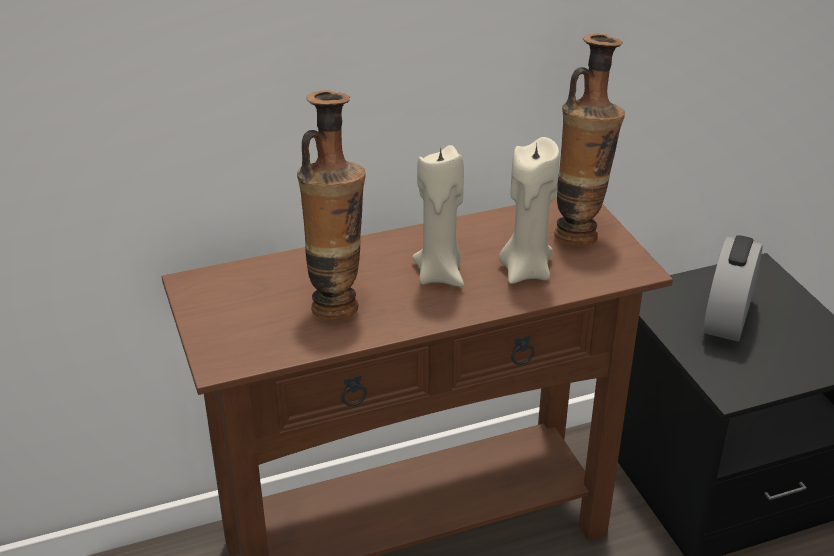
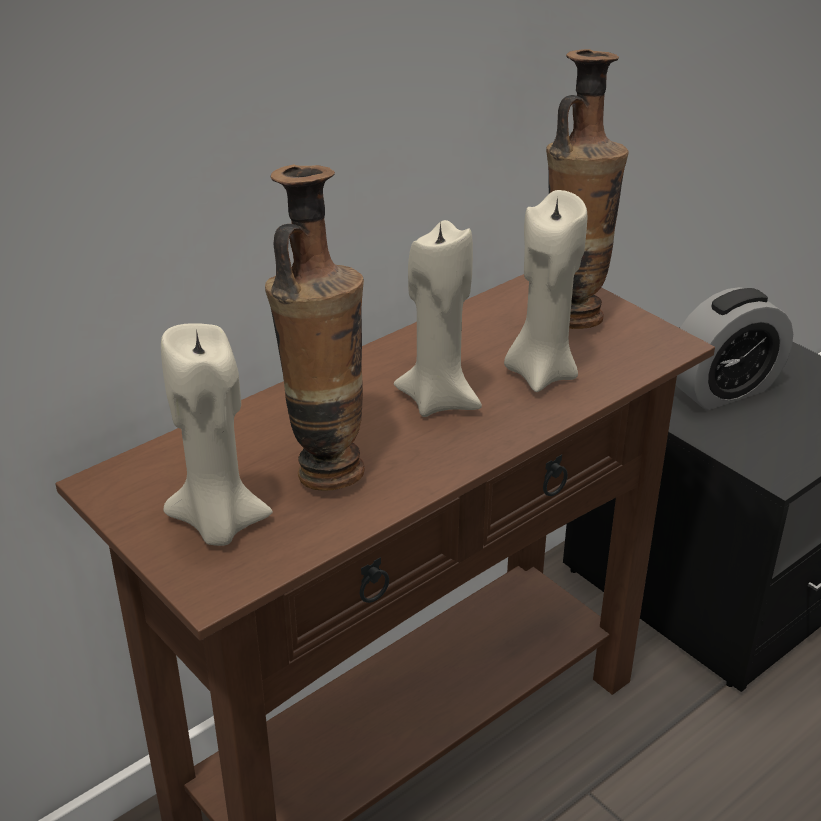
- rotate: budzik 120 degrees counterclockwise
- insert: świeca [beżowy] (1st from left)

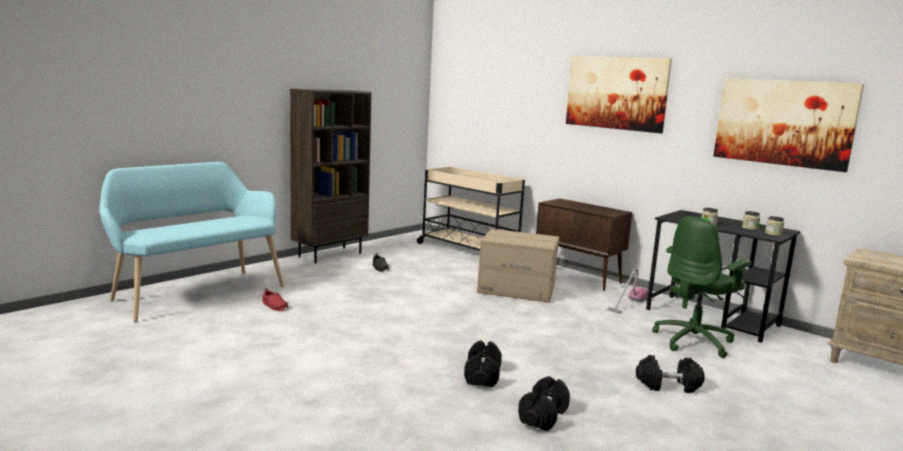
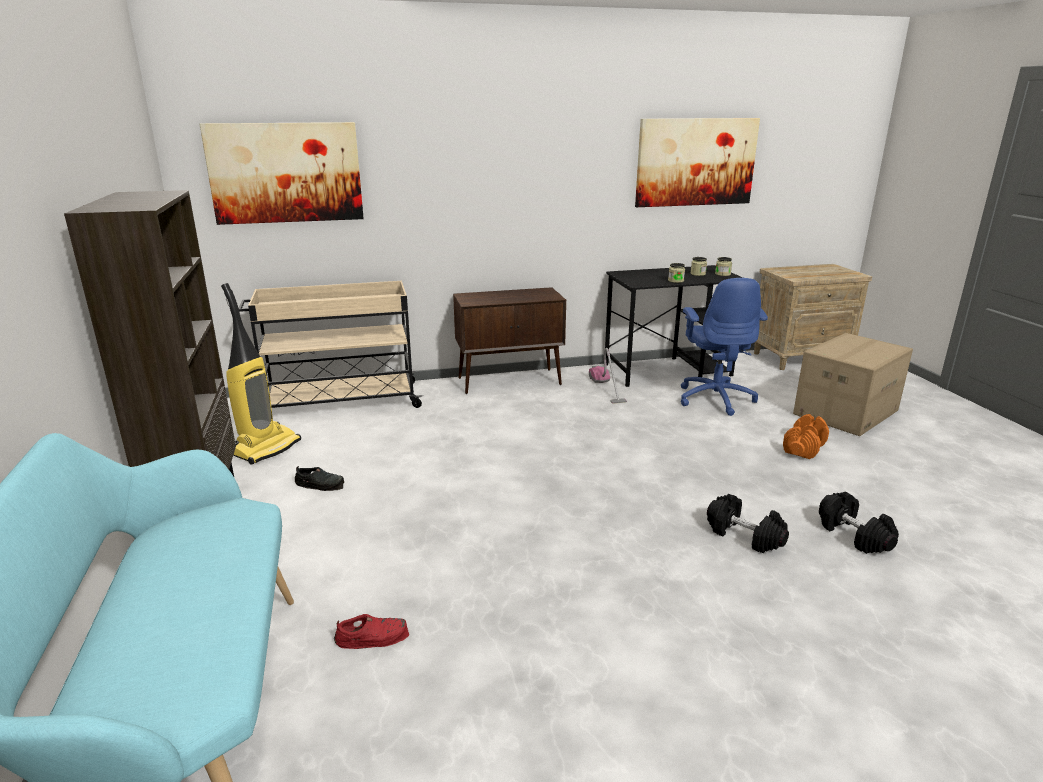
- move: obraz (1st from left)
- recolor: krzesło biurowe [zielony] to krzesło biurowe [niebieski]
- move: karton
- recolor: hantel [czarny] (3rd from left) to hantel [pomarańczowy]
- insert: odkurzacz (1st from left)

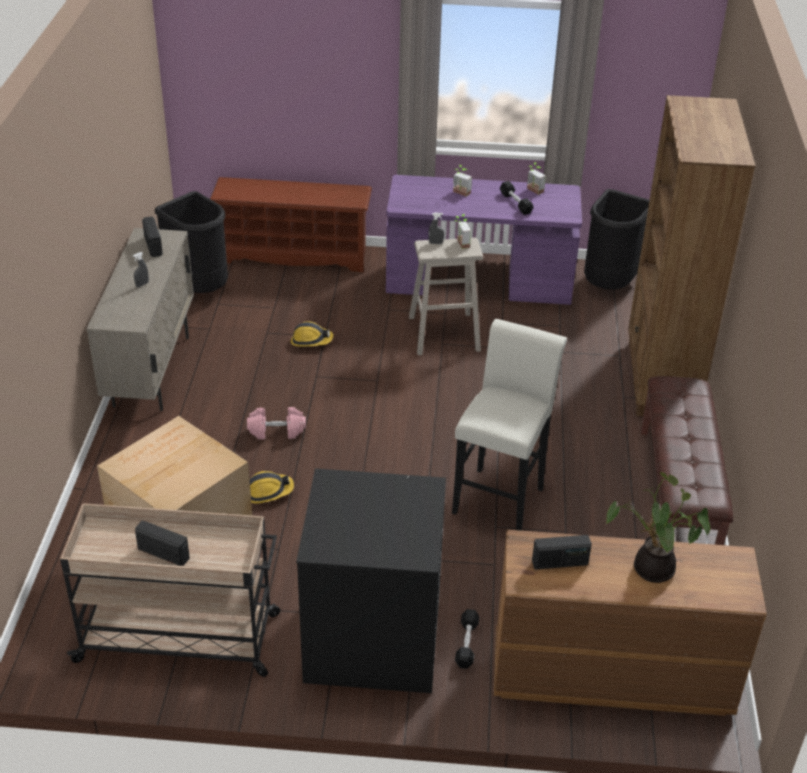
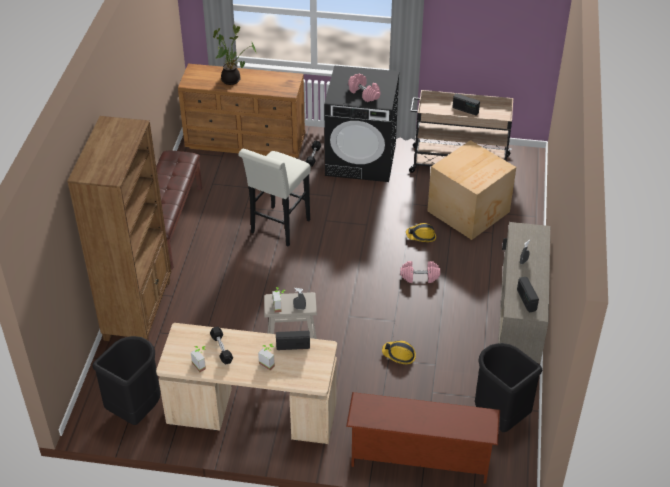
- recolor: biurko [fioletowy] to biurko [beżowy]
- move: radio (3rd from left in the first image) to radio (1st from left)
- insert: hantel [różowy] (1st from left)

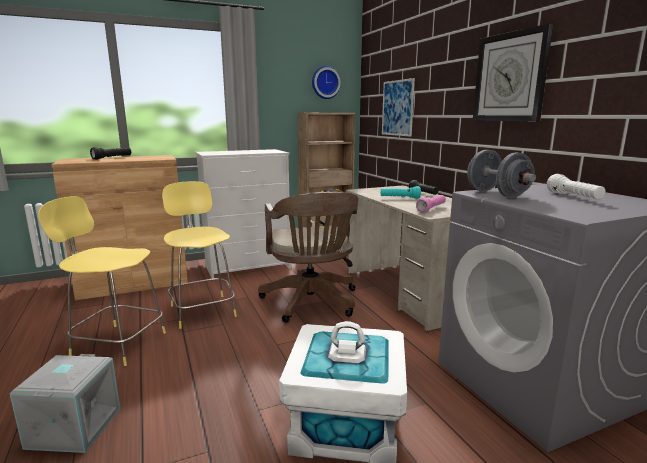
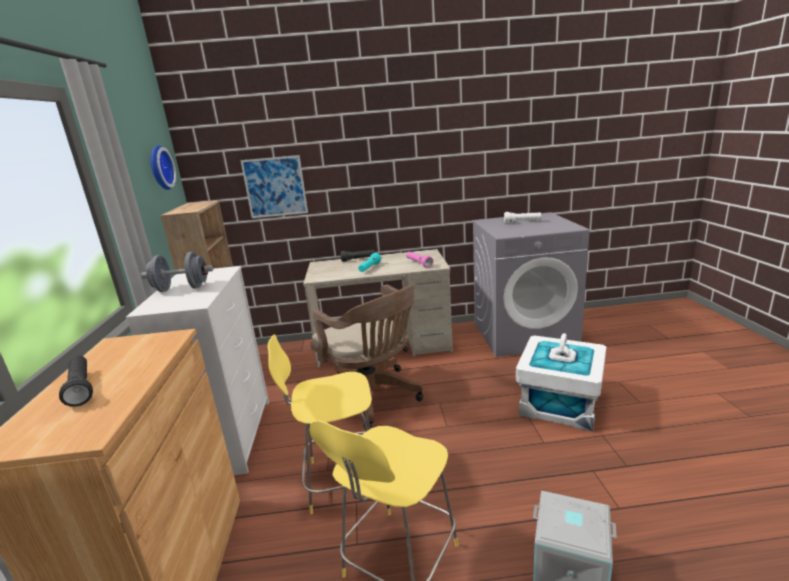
- delete: zegar ścienny (2nd from left)
- move: hantel [szary]
- rotate: krzesło biurowe [brązowy] 45 degrees clockwise

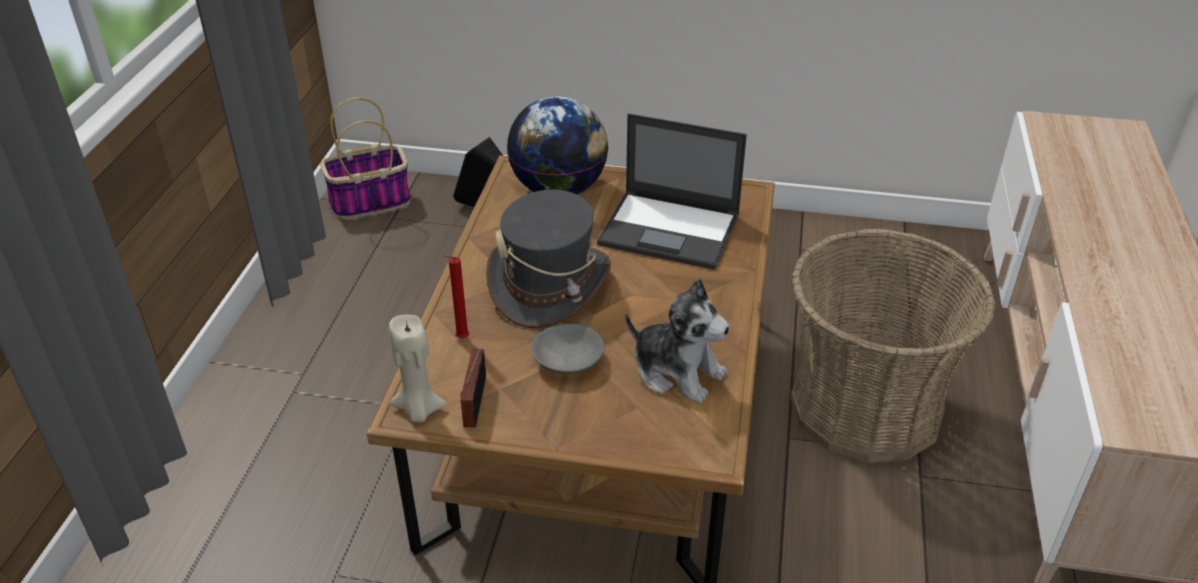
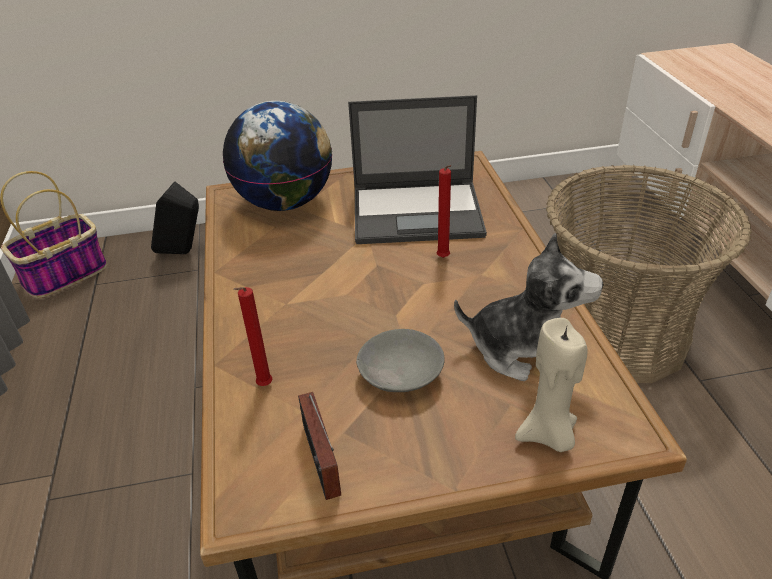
- delete: kapelusz [szary]
- move: świeca [beżowy]
- insert: świeca [czerwony] (2nd from left)

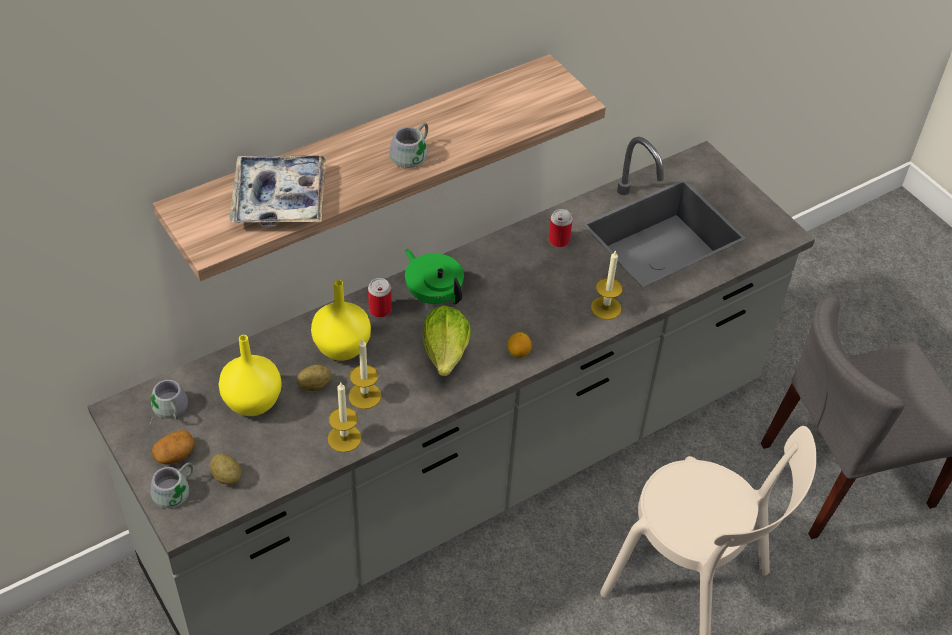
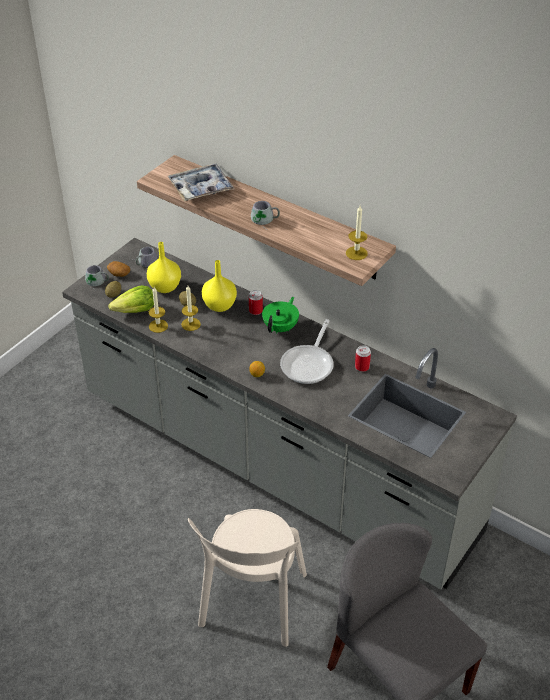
- move: świeca (3rd from left)
- move: sałata
- insert: patelnia

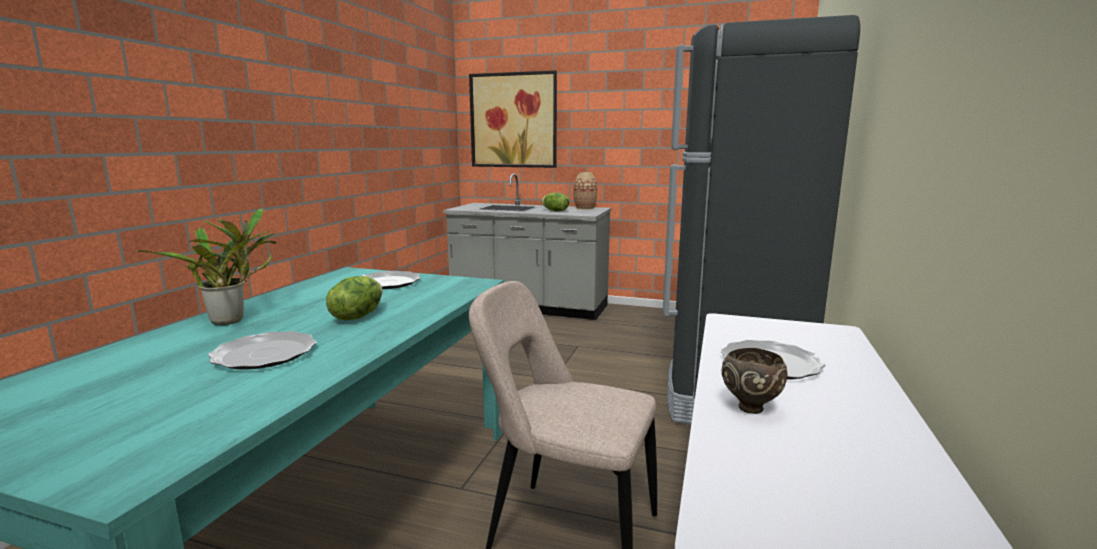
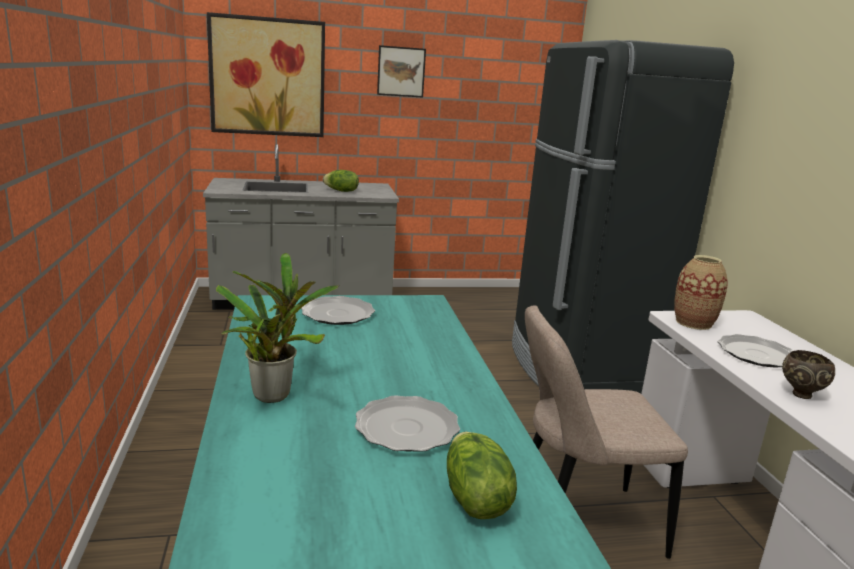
- move: wazon
- move: sałata (1st from left in the first image) to sałata (2nd from left)
- insert: obraz (2nd from left)

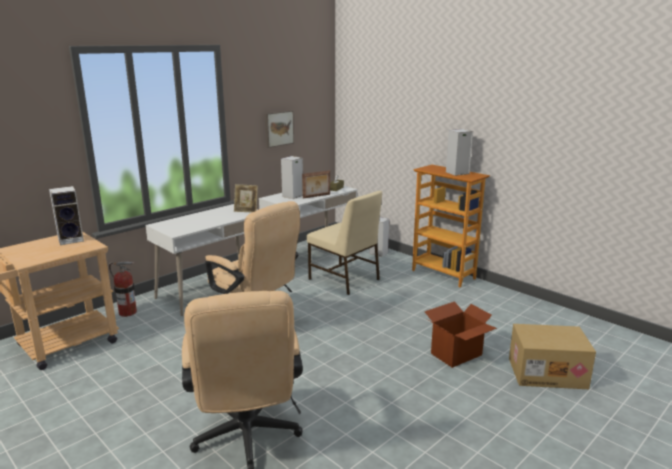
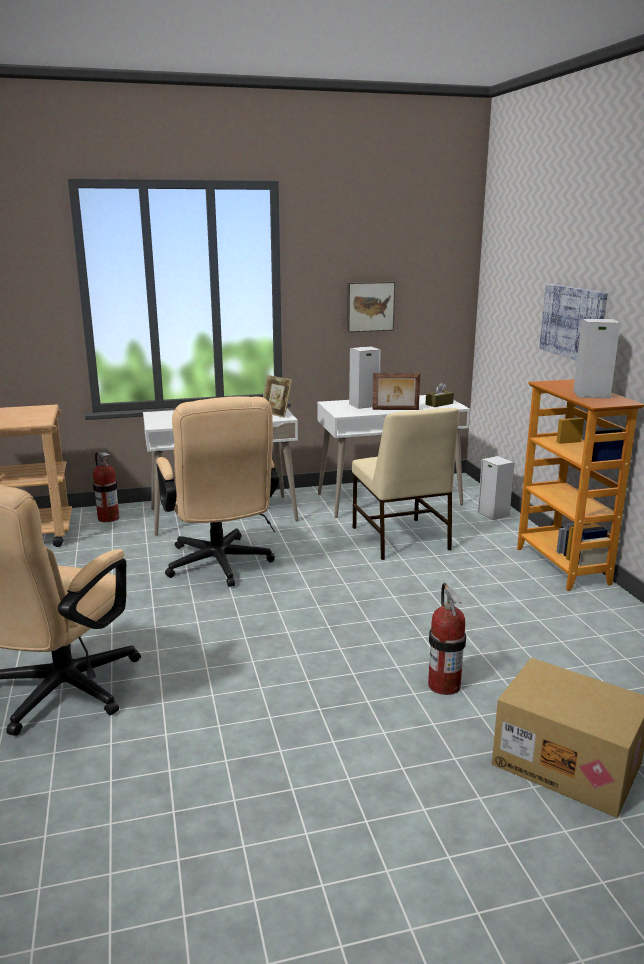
- delete: głośnik (1st from left)
- replace: karton (1st from left) to gaśnica (2nd from left)
- insert: obraz (2nd from left)

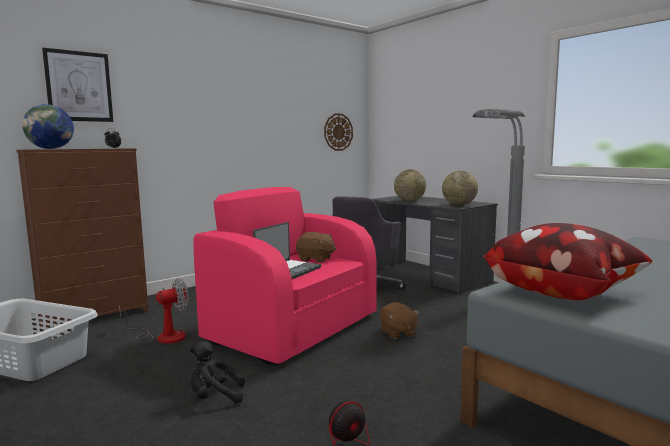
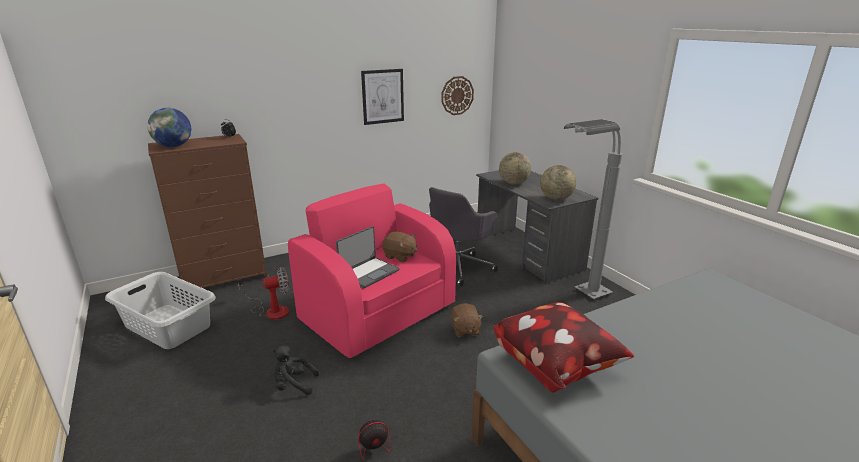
- move: obraz

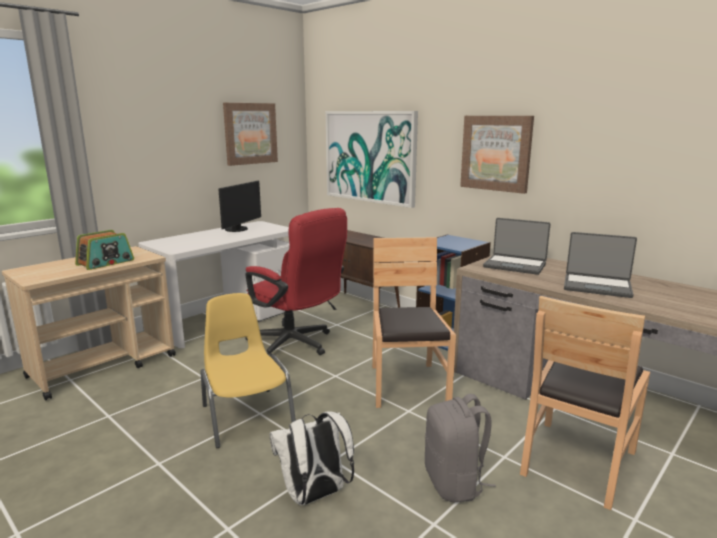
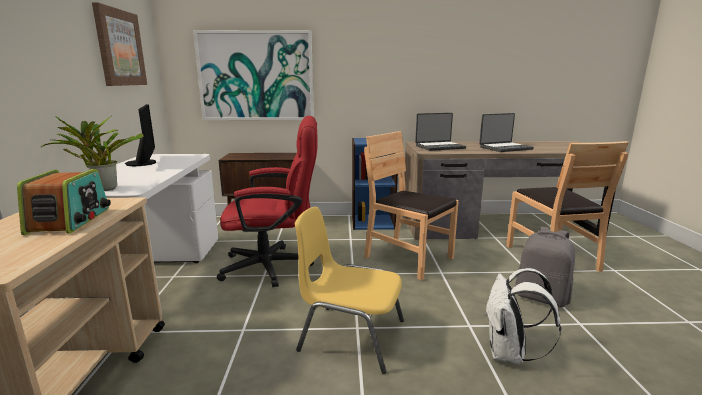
- delete: obraz (3rd from left)
- insert: roślina doniczkowa

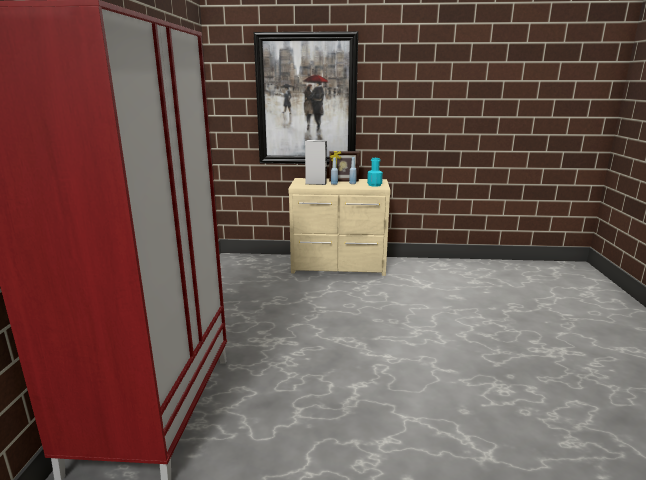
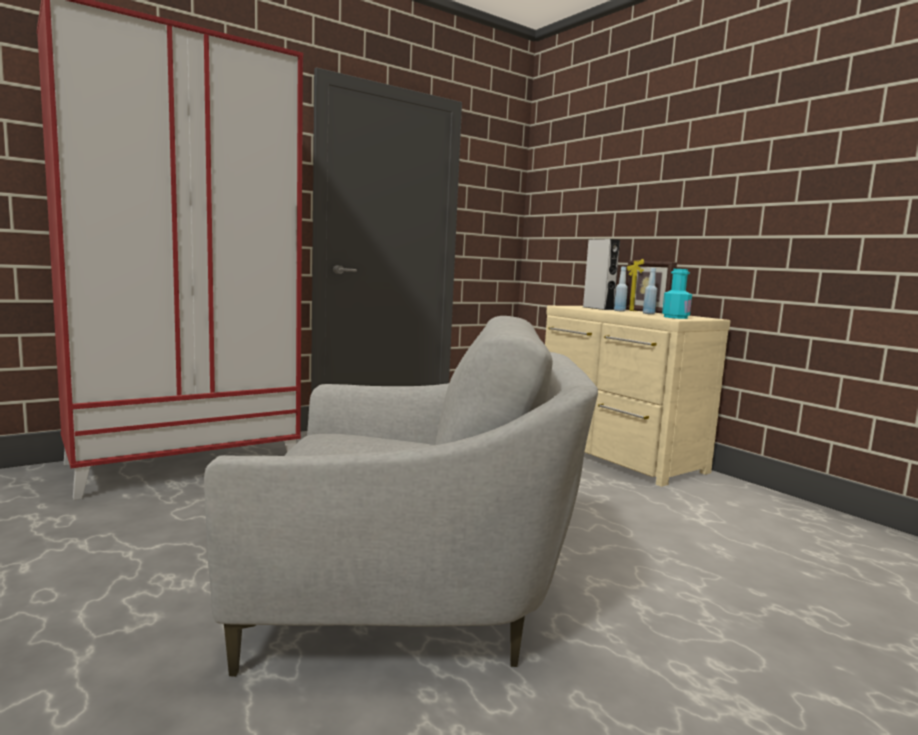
- delete: obraz
- insert: fotel [szary]

